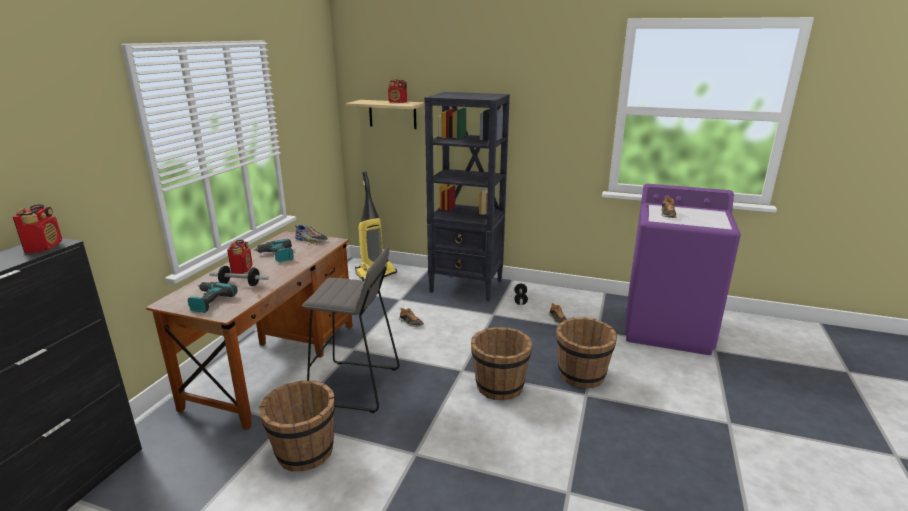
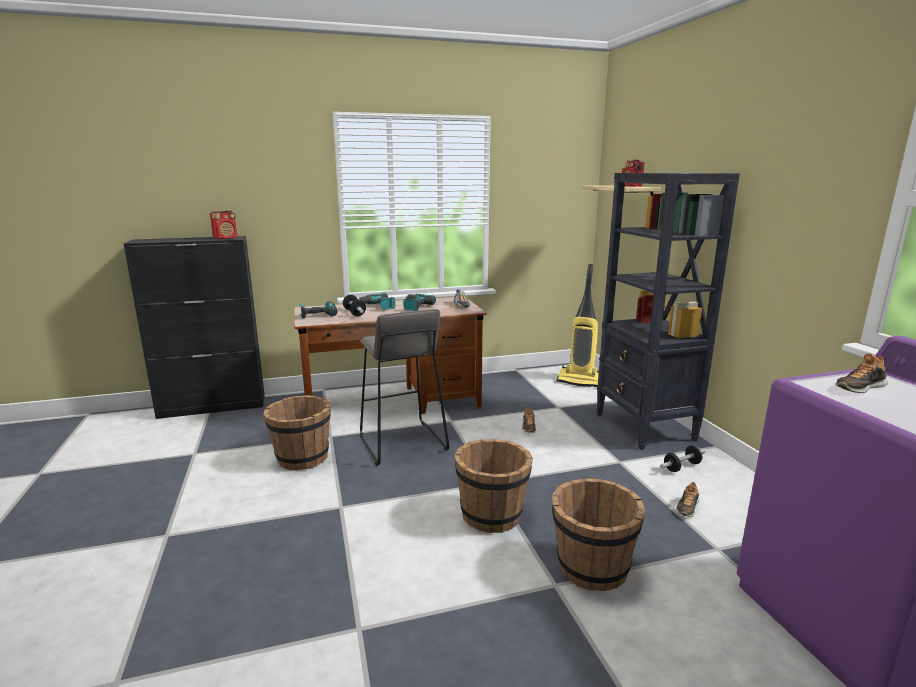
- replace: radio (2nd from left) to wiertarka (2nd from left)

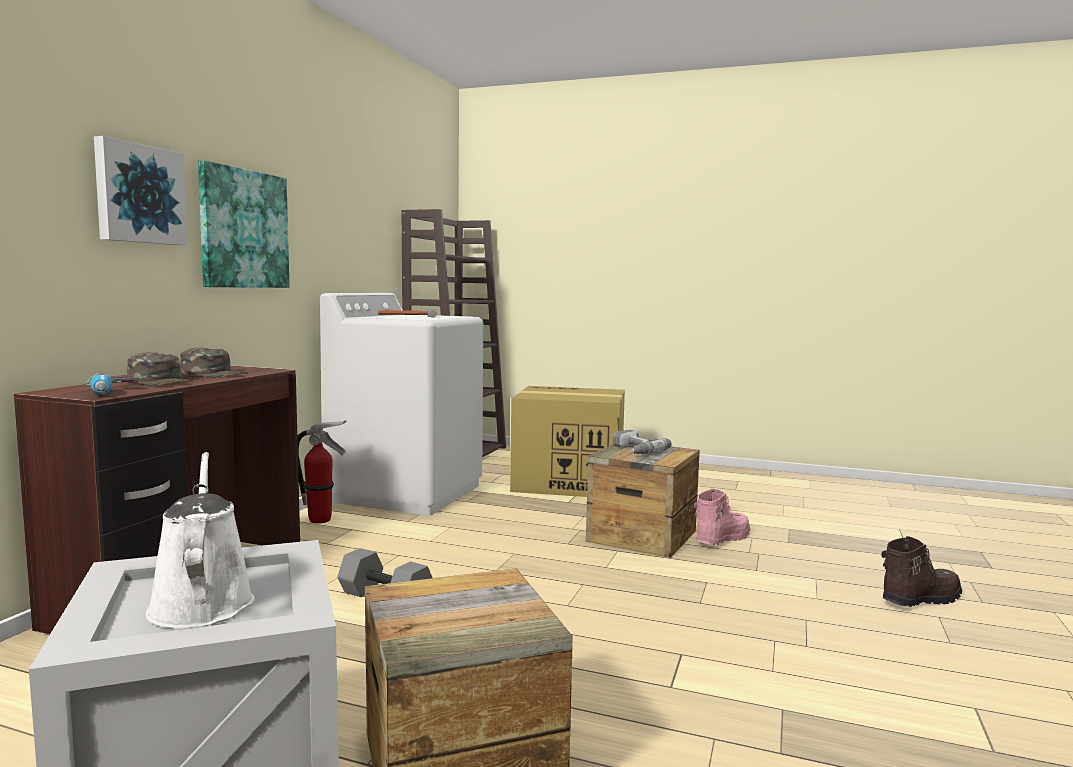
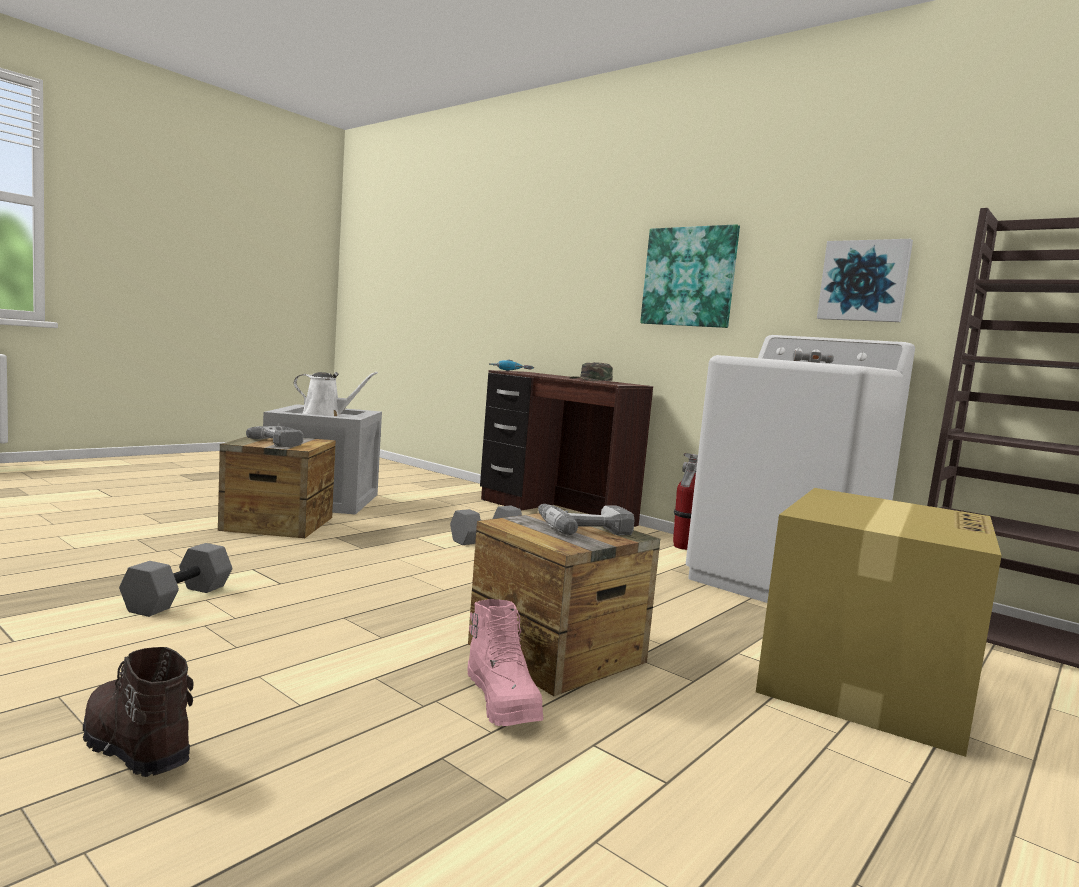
- move: obraz (1st from left in the first image) to obraz (2nd from left)
- delete: czapka z daszkiem [zielony] (1st from left)
- rotate: but z cholewką [brązowy] 135 degrees clockwise
- insert: wiertarka (1st from left)
- insert: hantel [szary] (1st from left)

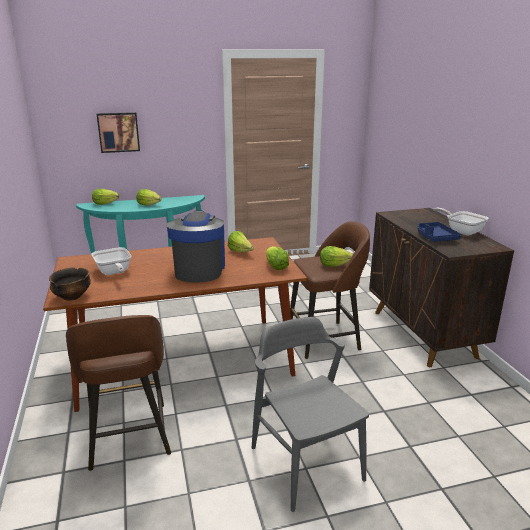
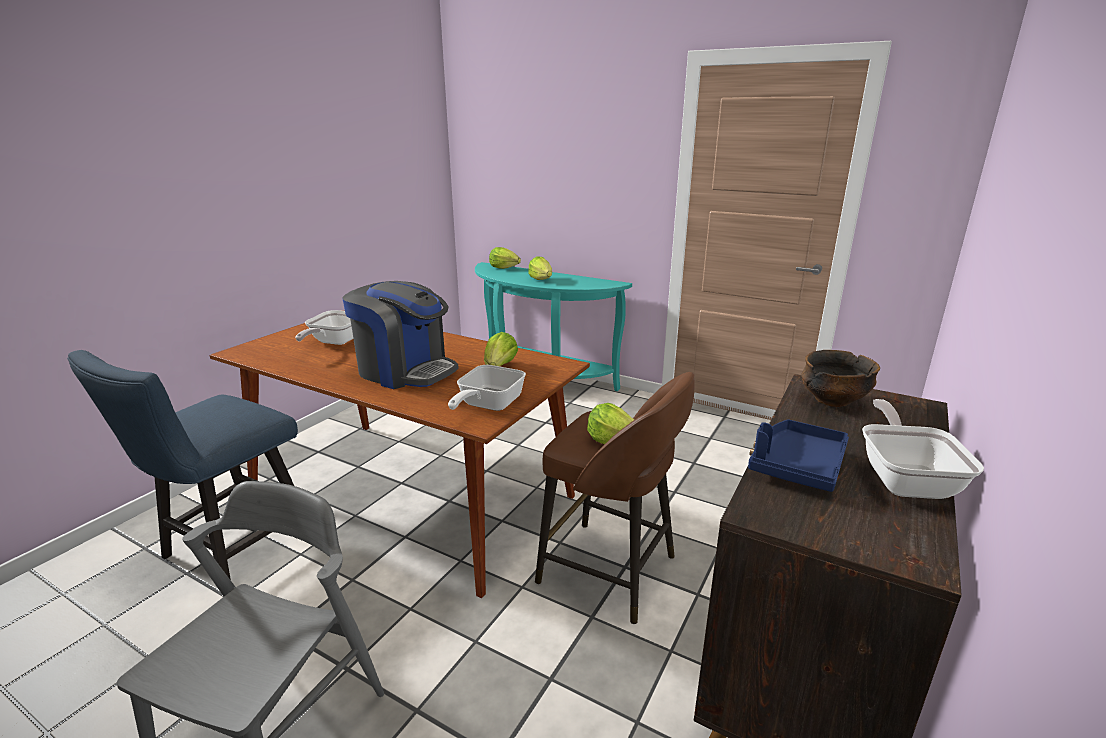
- delete: obraz
- rotate: ekspres do kawy 75 degrees clockwise
- replace: sałata (4th from left) to patelnia (2nd from left)
- move: miska
- replace: stołek [brązowy] (1st from left) to krzesło [niebieski]

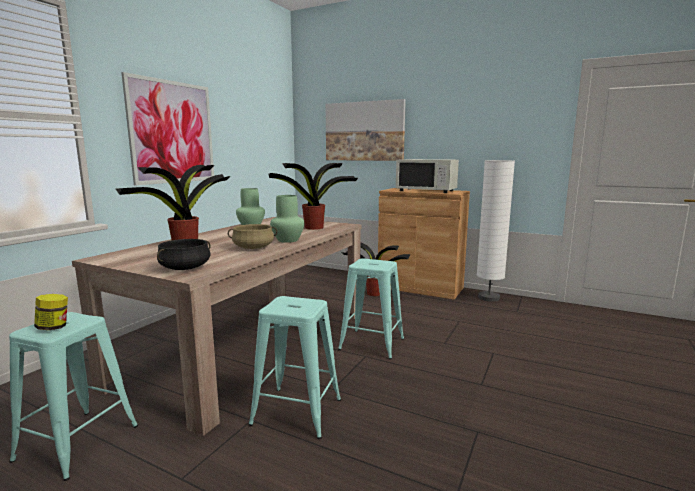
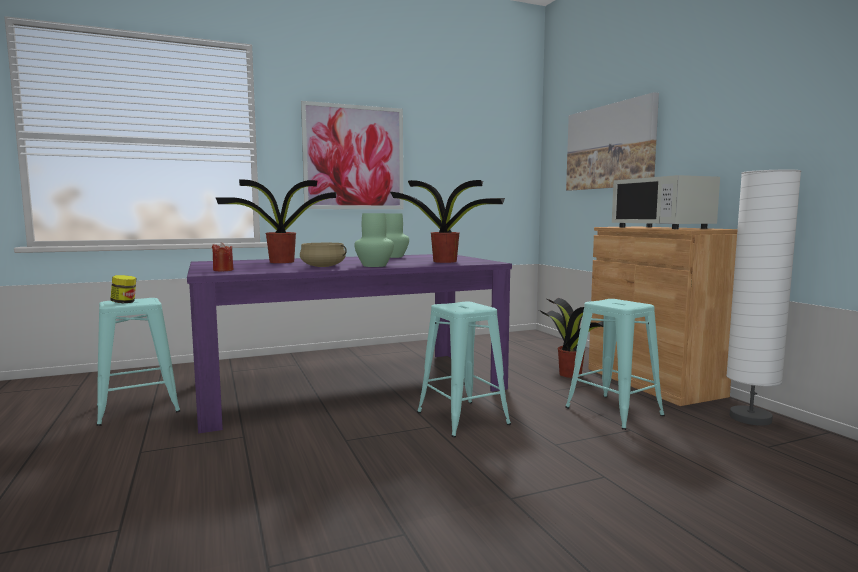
- recolor: stół jadalny [beżowy] to stół jadalny [fioletowy]
- replace: garnek [czarny] to świeca [czerwony]
- move: stołek [turkusowy] (2nd from left in the first image) to stołek [turkusowy] (3rd from left)

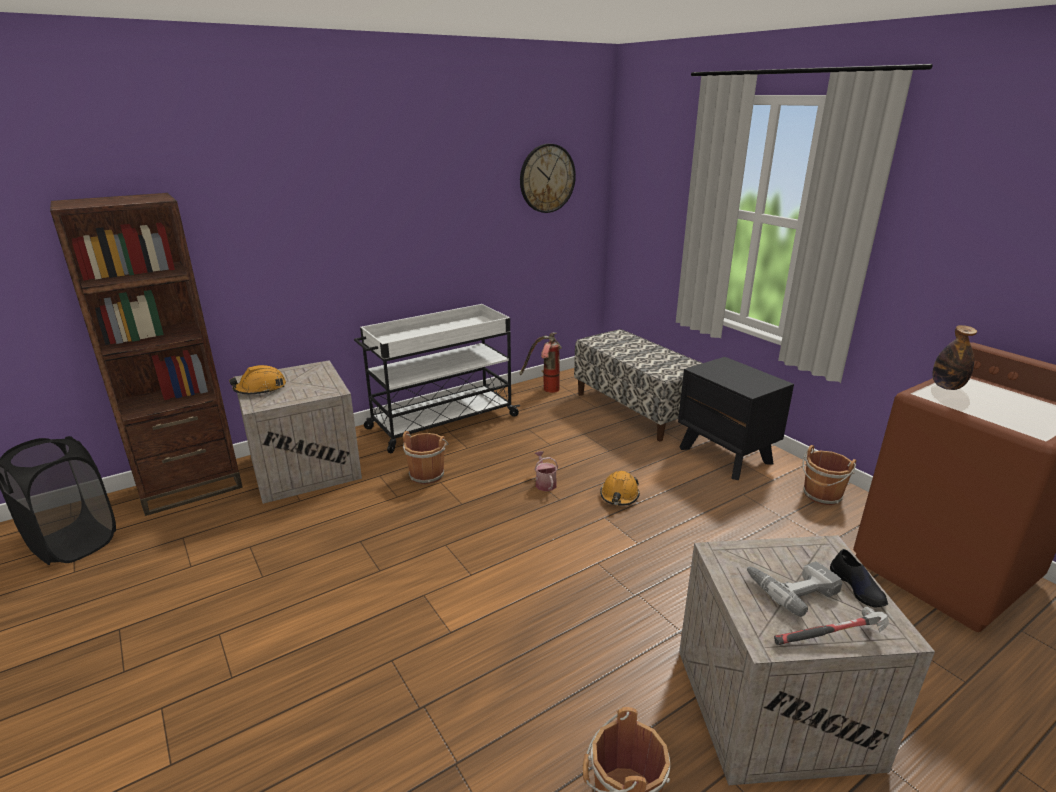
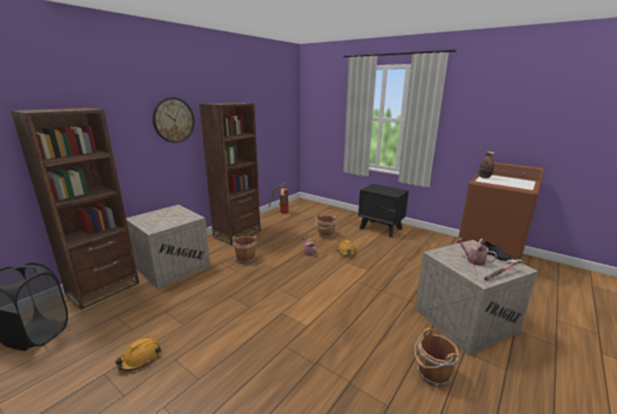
- move: zegar ścienny
- replace: wózek [biały] to regał [brązowy] (2nd from left)
- delete: ławka
- move: kask [pomarańczowy] (1st from left)
- move: wiadro [brązowy] (3rd from left in the first image) to wiadro [brązowy] (2nd from left)
- replace: wiertarka to konewka (2nd from left)

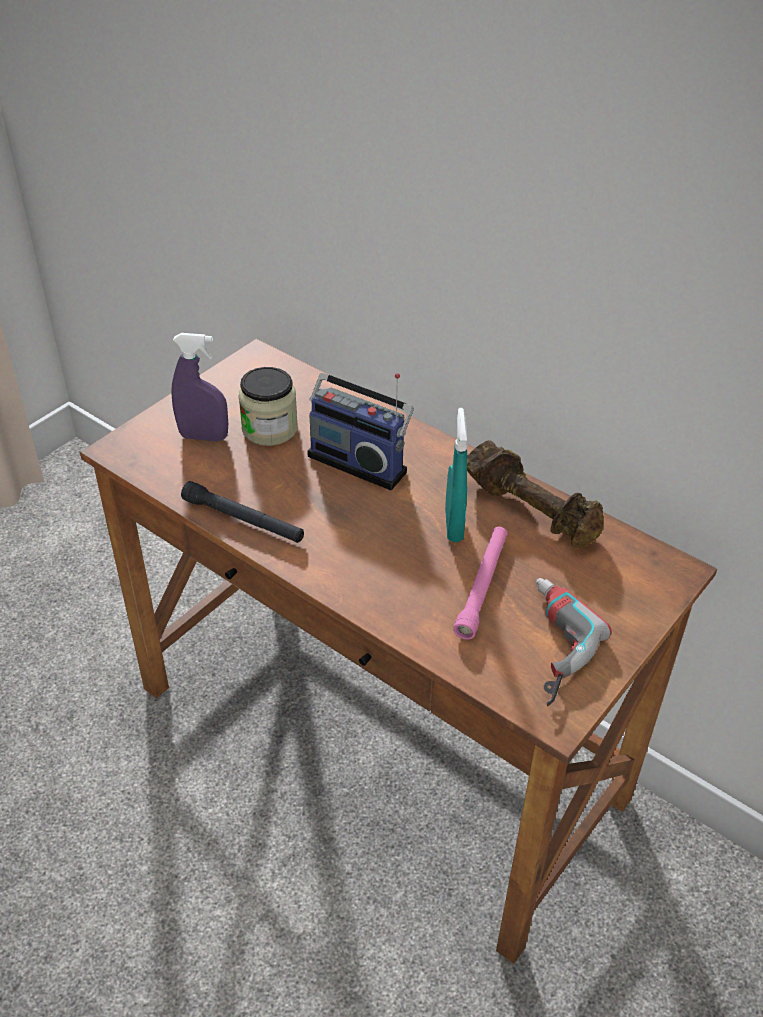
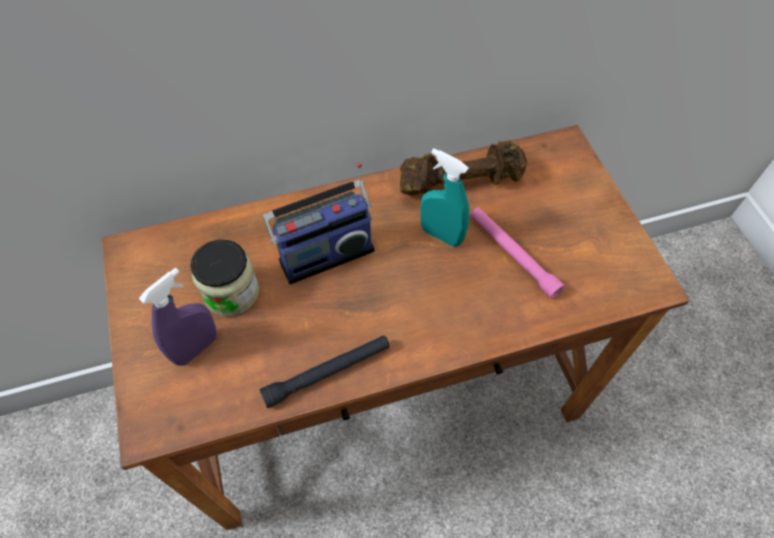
- delete: wiertarka

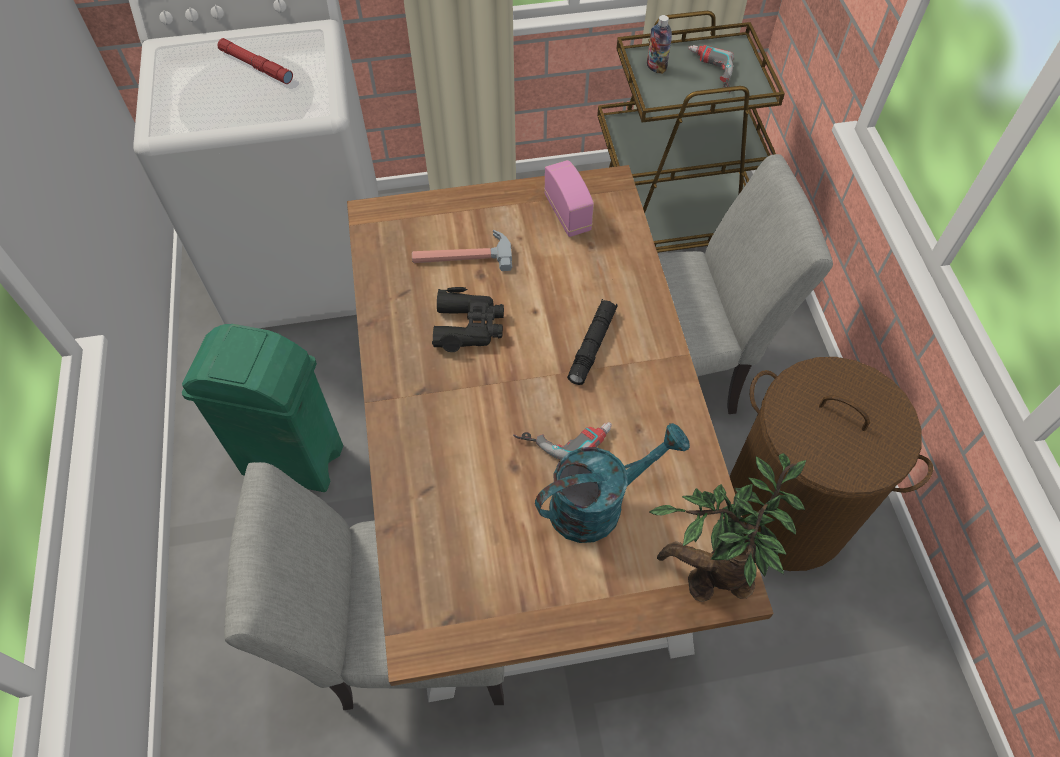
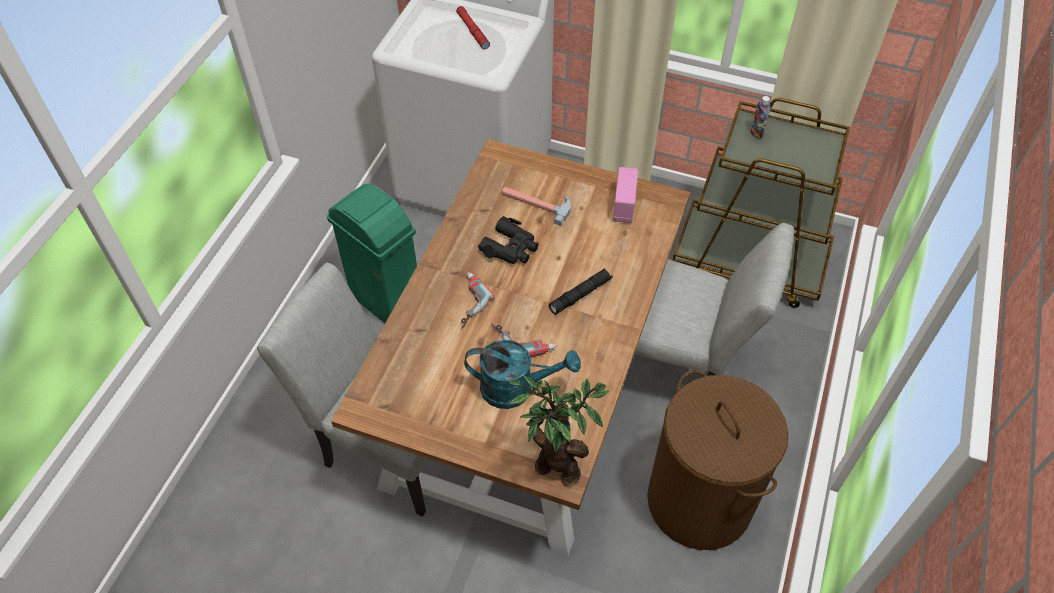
- move: wiertarka (2nd from left in the first image) to wiertarka (1st from left)

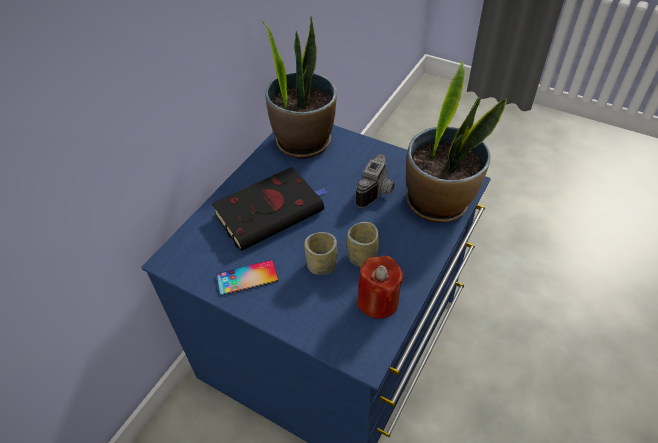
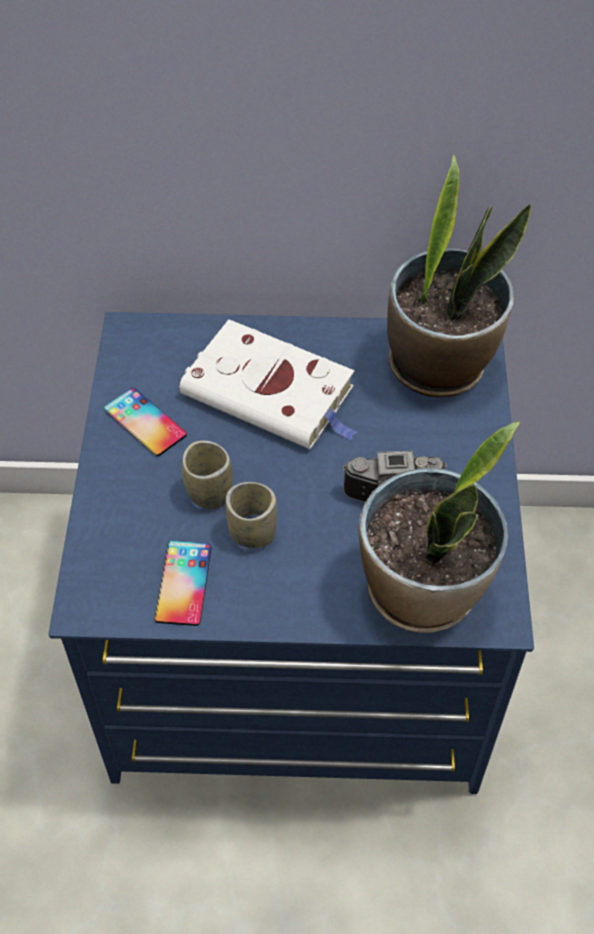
- recolor: książka [czarny] to książka [biały]
- replace: świeca [czerwony] to telefon (2nd from left)

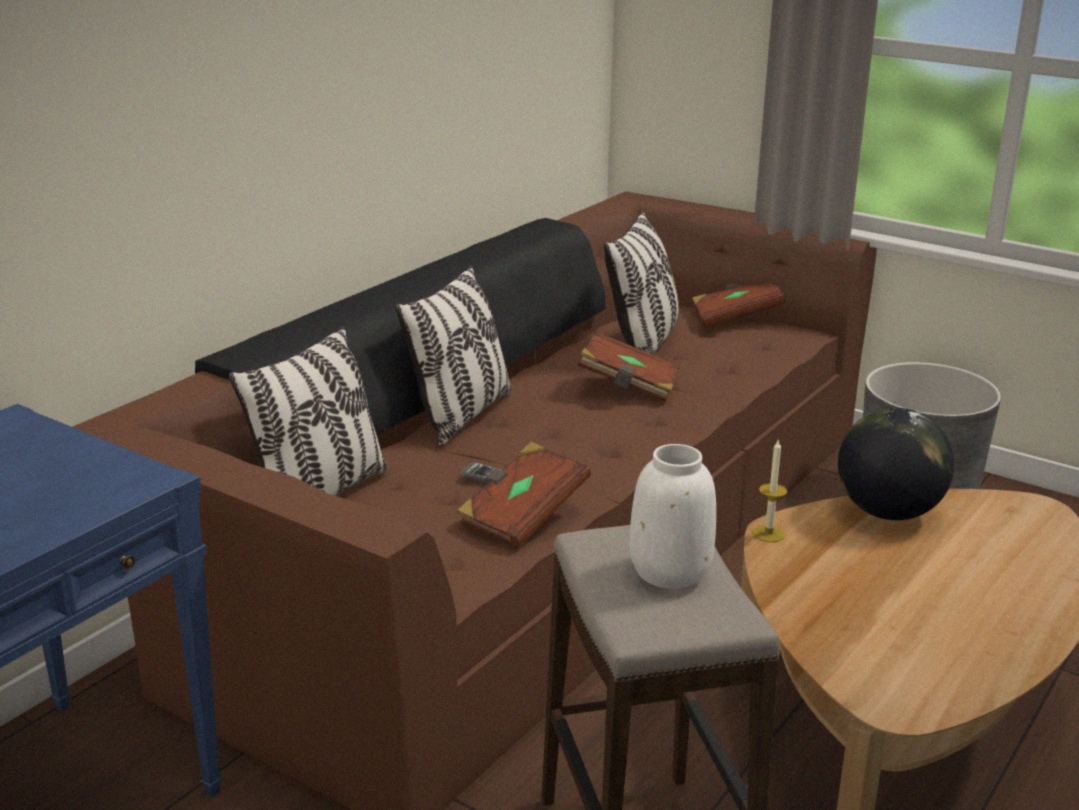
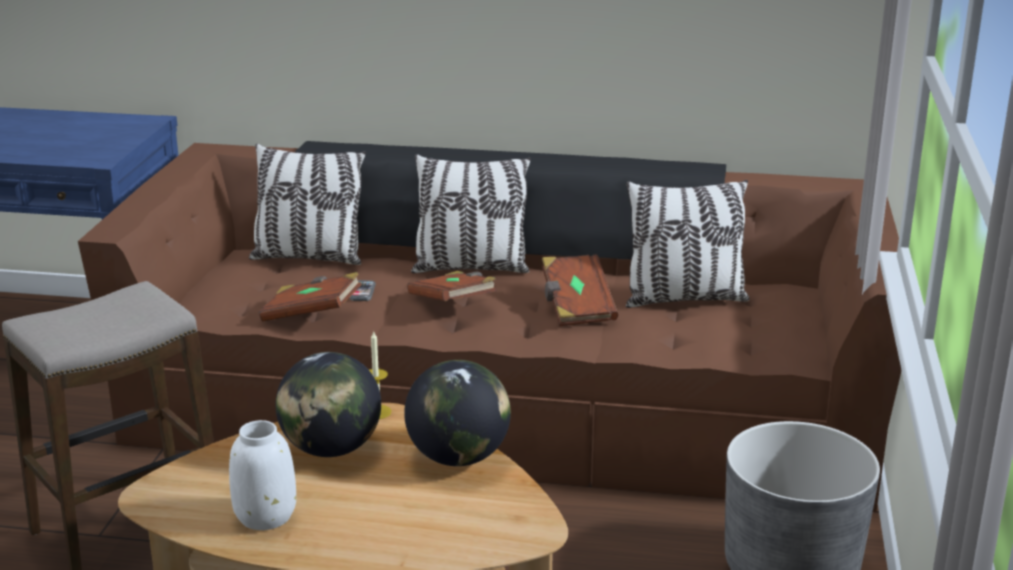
- move: książka [brązowy] (3rd from left in the first image) to książka [brązowy] (2nd from left)
- move: wazon [biały]
- insert: globus (1st from left)

